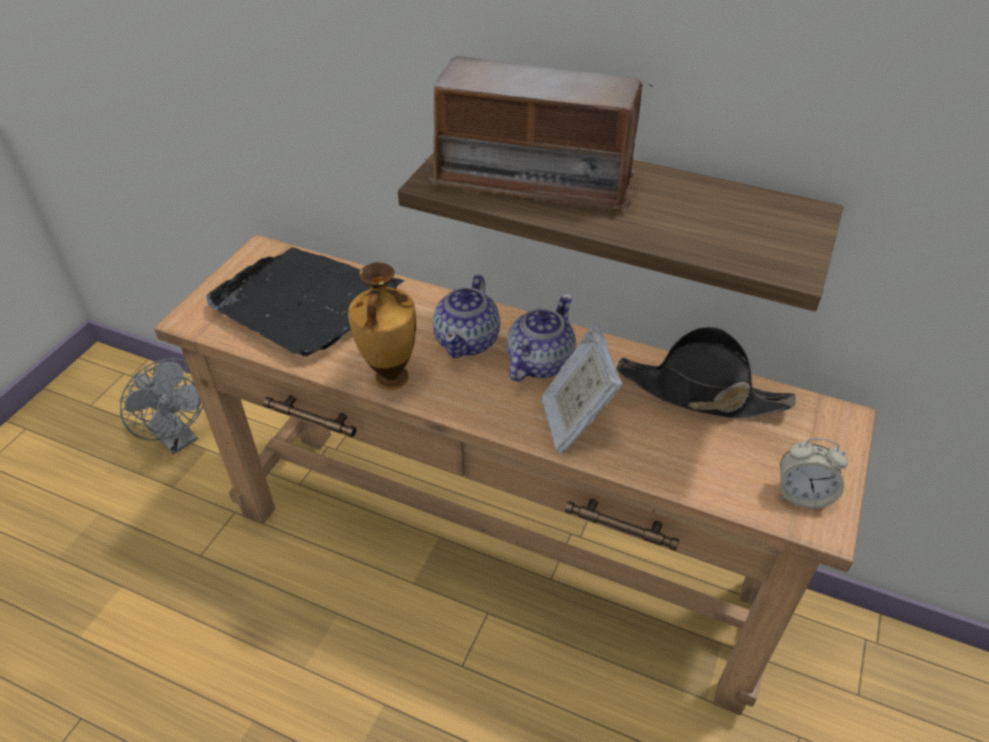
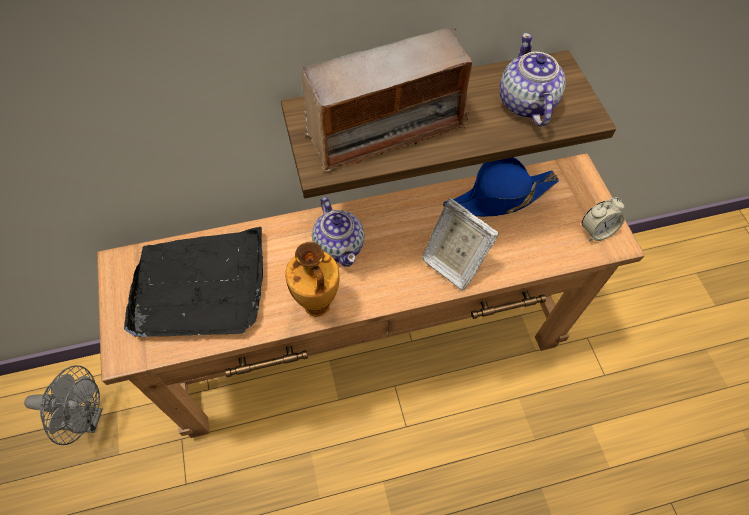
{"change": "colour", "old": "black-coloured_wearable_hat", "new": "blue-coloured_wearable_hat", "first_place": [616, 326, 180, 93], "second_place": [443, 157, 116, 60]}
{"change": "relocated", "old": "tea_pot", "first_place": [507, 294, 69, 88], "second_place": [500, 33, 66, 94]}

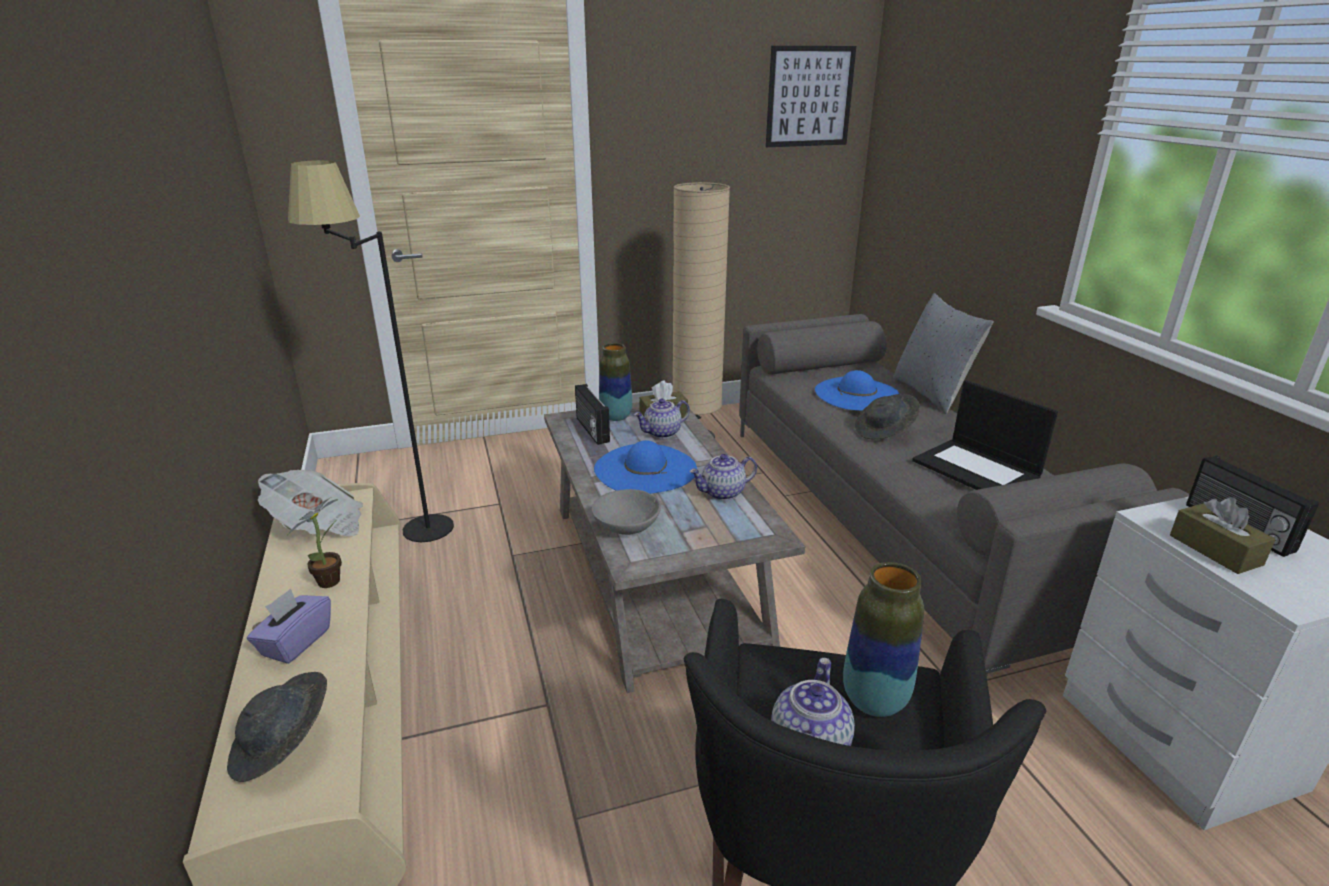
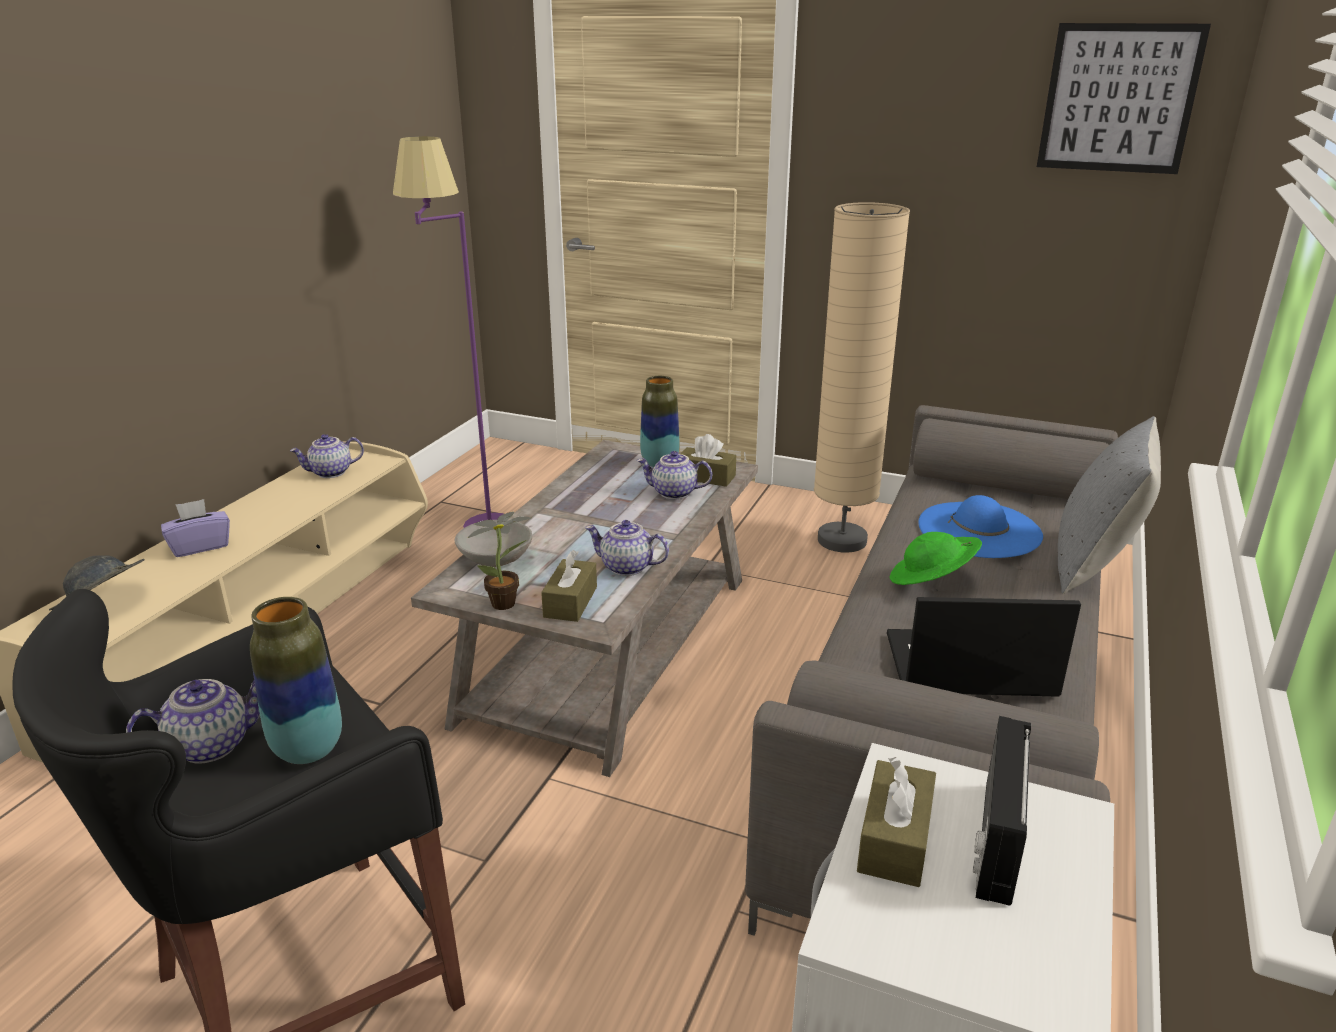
{"change": "exchanged", "old": "daily_paper", "new": "tea_pot", "first_place": [258, 470, 105, 66], "second_place": [290, 434, 74, 44]}
{"change": "colour", "old": "black-coloured_floor_lamp", "new": "purplish_floor_lamp", "first_place": [288, 160, 166, 382], "second_place": [393, 136, 110, 392]}
{"change": "relocated", "old": "houseplant", "first_place": [288, 497, 54, 91], "second_place": [468, 512, 63, 98]}
{"change": "appeared", "new": "brown_box_of_tissues", "second_place": [541, 550, 56, 72]}
{"change": "spun", "old": "notebook_computer", "first_place": [912, 380, 146, 110], "second_place": [887, 597, 194, 100], "degrees": 90}
{"change": "colour", "old": "grey_wearable_hat", "new": "green-coloured_wearable_hat", "first_place": [855, 394, 65, 45], "second_place": [890, 532, 92, 53]}
{"change": "missing", "old": "radio_receiver", "first_place": [575, 384, 35, 61]}
{"change": "missing", "old": "blue-coloured_wearable_hat", "first_place": [594, 440, 103, 54]}

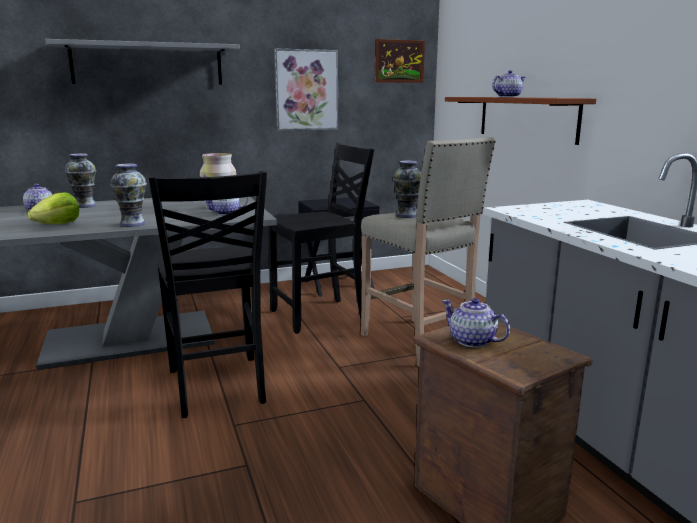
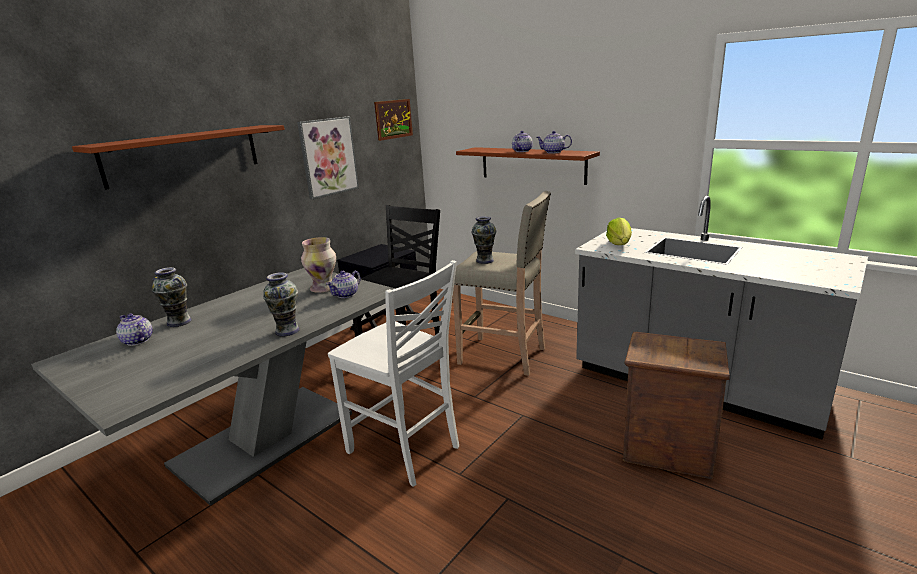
{"change": "colour", "old": "grey_bracket_shelf", "new": "brown_bracket_shelf", "first_place": [45, 39, 195, 46], "second_place": [72, 125, 213, 65]}
{"change": "colour", "old": "black-coloured_plain_chair", "new": "whitish_plain_chair", "first_place": [149, 171, 118, 247], "second_place": [328, 260, 131, 227]}
{"change": "relocated", "old": "tea_pot", "first_place": [442, 298, 68, 49], "second_place": [536, 131, 36, 22]}
{"change": "relocated", "old": "head_of_lettuce", "first_place": [28, 192, 51, 32], "second_place": [606, 218, 26, 27]}

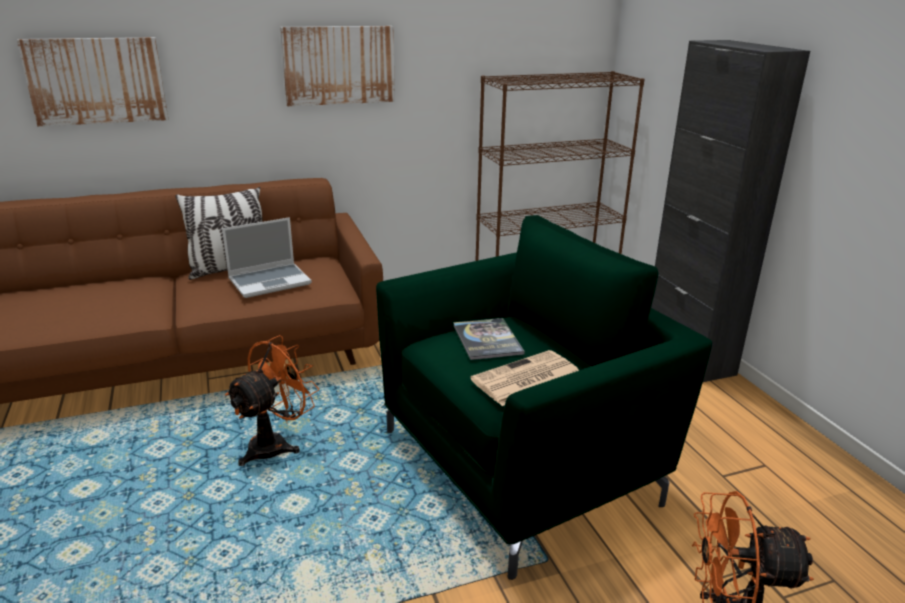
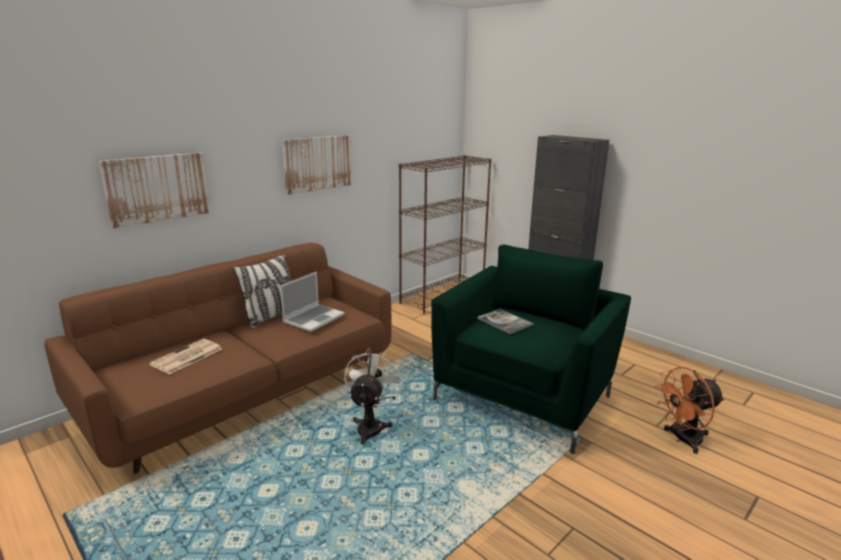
{"change": "relocated", "old": "daily_paper", "first_place": [470, 350, 109, 56], "second_place": [149, 339, 73, 36]}
{"change": "colour", "old": "orange_electric_fan", "new": "whitish_electric_fan", "first_place": [225, 335, 94, 131], "second_place": [344, 348, 60, 97]}

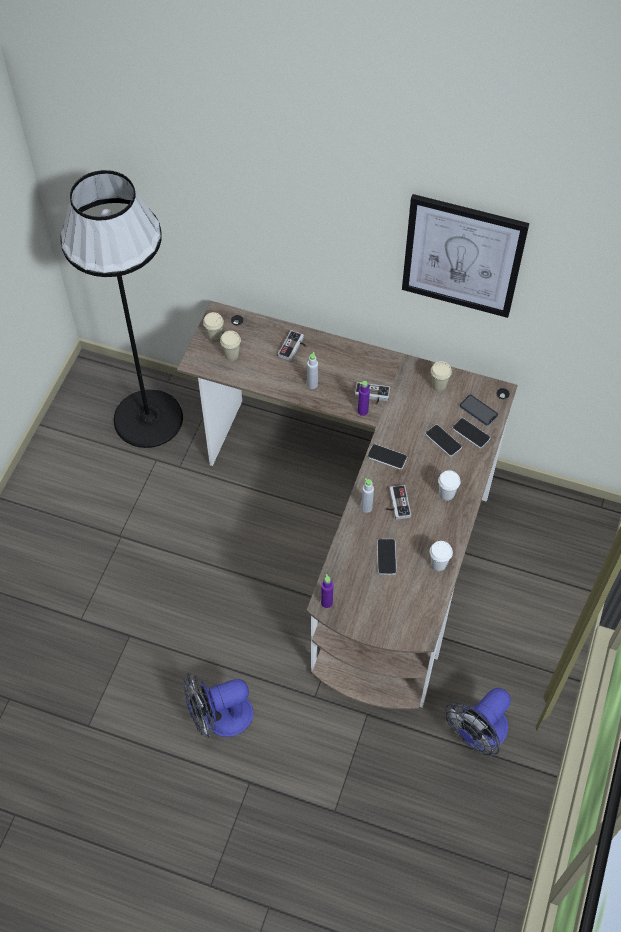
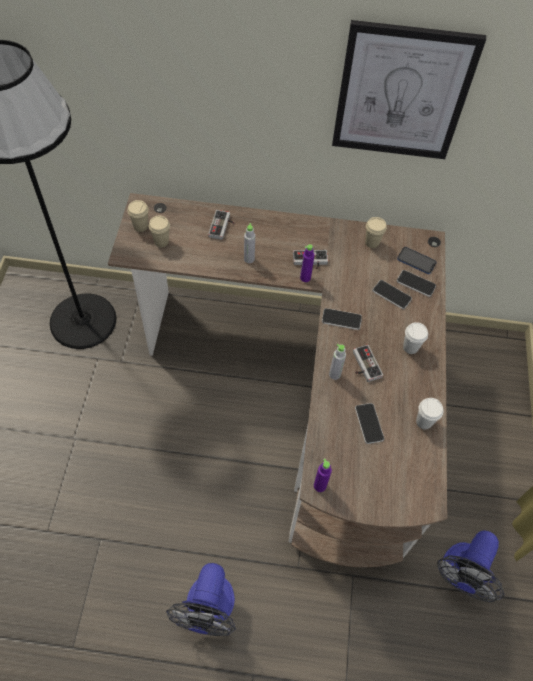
{"change": "spun", "old": "electric_fan", "first_place": [183, 673, 70, 65], "second_place": [166, 563, 70, 73], "degrees": -45}

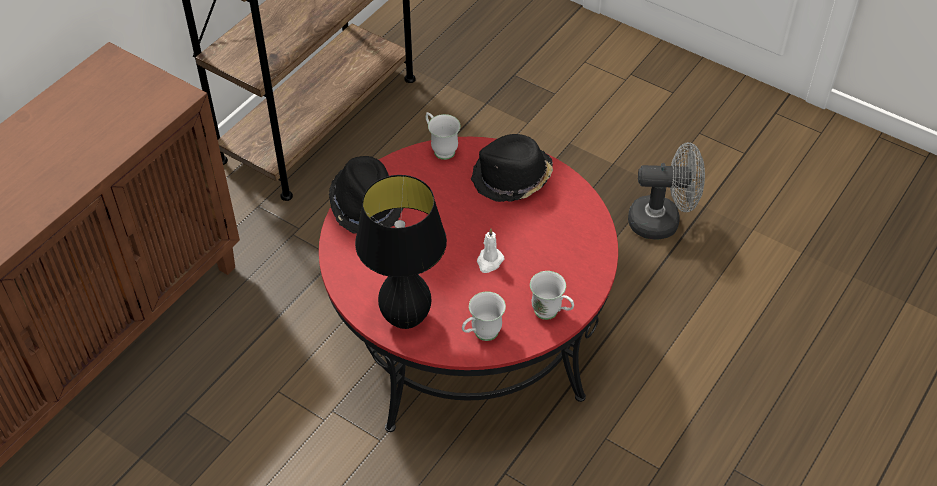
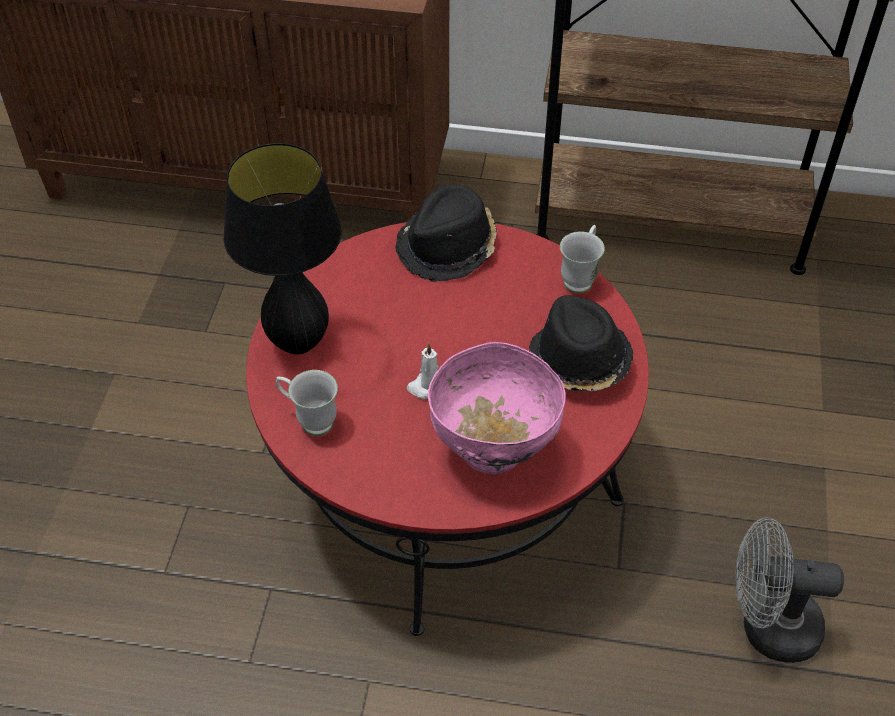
{"change": "appeared", "new": "pink_deep_dish", "second_place": [428, 342, 138, 132]}
{"change": "spun", "old": "grey_electric_fan", "first_place": [628, 142, 77, 98], "second_place": [735, 517, 109, 146], "degrees": 120}
{"change": "missing", "old": "whitish_tea_mug", "first_place": [530, 271, 44, 49]}

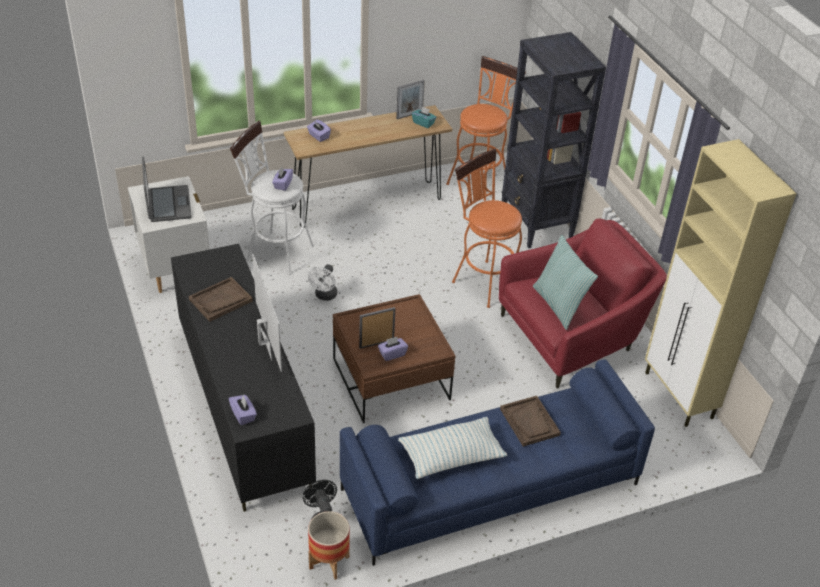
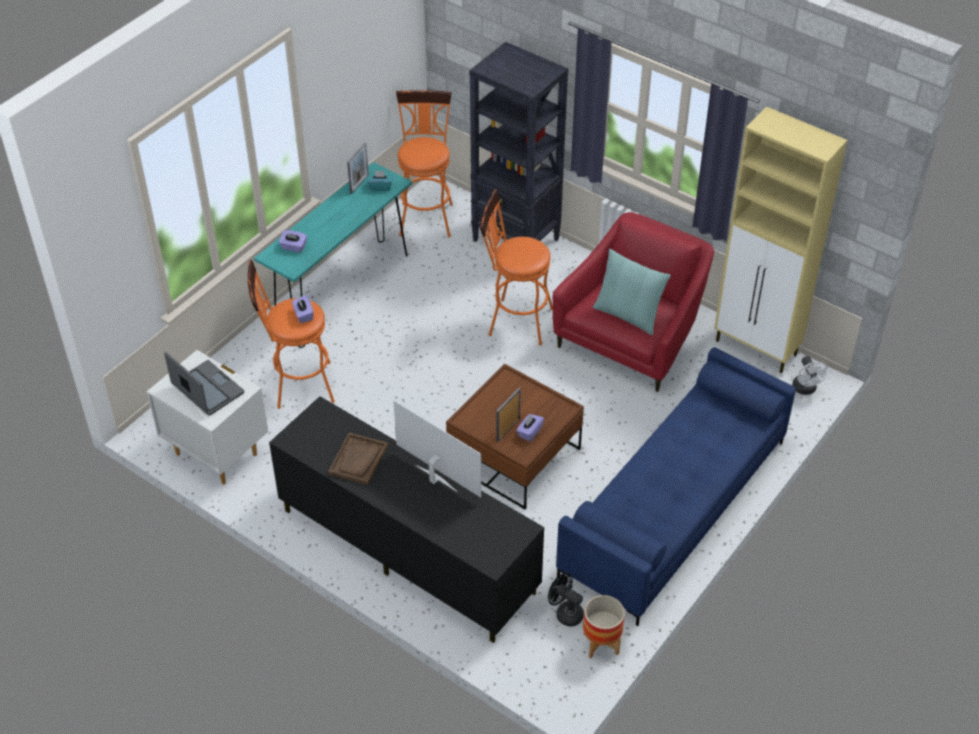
{"change": "colour", "old": "whitish_stool_seat", "new": "orange_stool_seat", "first_place": [230, 120, 84, 155], "second_place": [248, 260, 87, 149]}
{"change": "colour", "old": "brown_narrow_table", "new": "blue-green_narrow_table", "first_place": [284, 105, 168, 123], "second_place": [254, 162, 158, 186]}
{"change": "relocated", "old": "whitish_electric_fan", "first_place": [308, 264, 29, 37], "second_place": [792, 356, 37, 39]}
{"change": "missing", "old": "purplish_box_of_tissues", "first_place": [229, 395, 28, 30]}
{"change": "missing", "old": "throw_pillow", "first_place": [398, 417, 109, 62]}
{"change": "missing", "old": "brown_serving_tray", "first_place": [500, 396, 61, 51]}

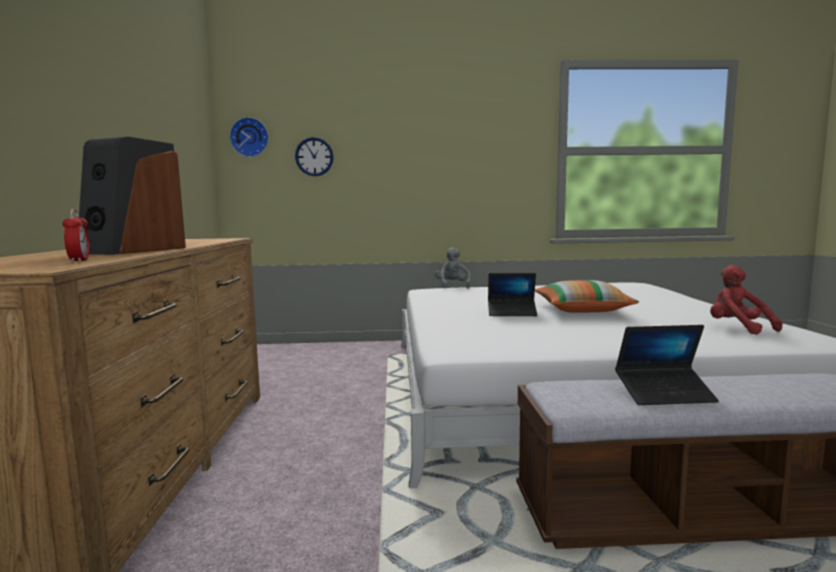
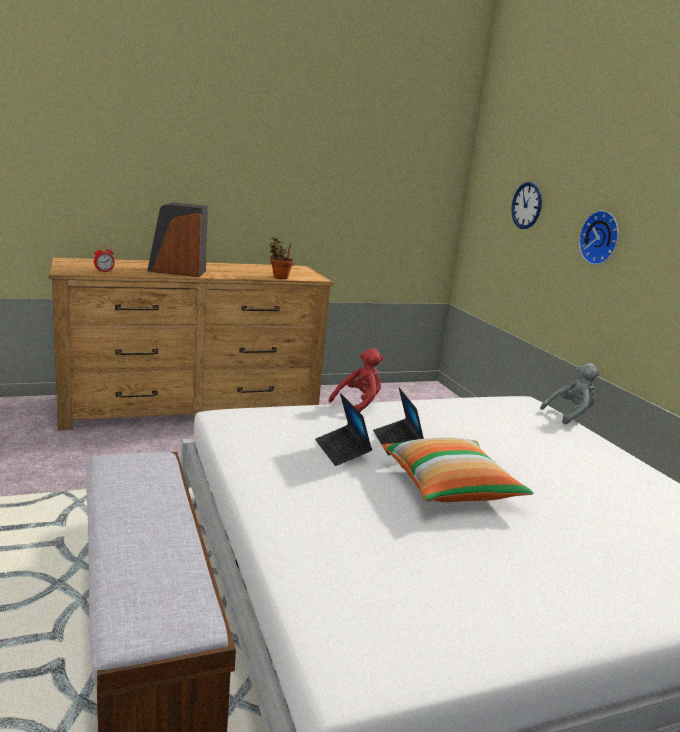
{"change": "appeared", "new": "houseplant", "second_place": [270, 237, 24, 42]}
{"change": "relocated", "old": "notebook_computer", "first_place": [615, 325, 104, 80], "second_place": [315, 393, 57, 73]}
{"change": "relocated", "old": "red_soft_toy", "first_place": [710, 265, 73, 70], "second_place": [329, 348, 54, 64]}
{"change": "relocated", "old": "hanging_clock", "first_place": [229, 117, 40, 40], "second_place": [579, 210, 40, 55]}

